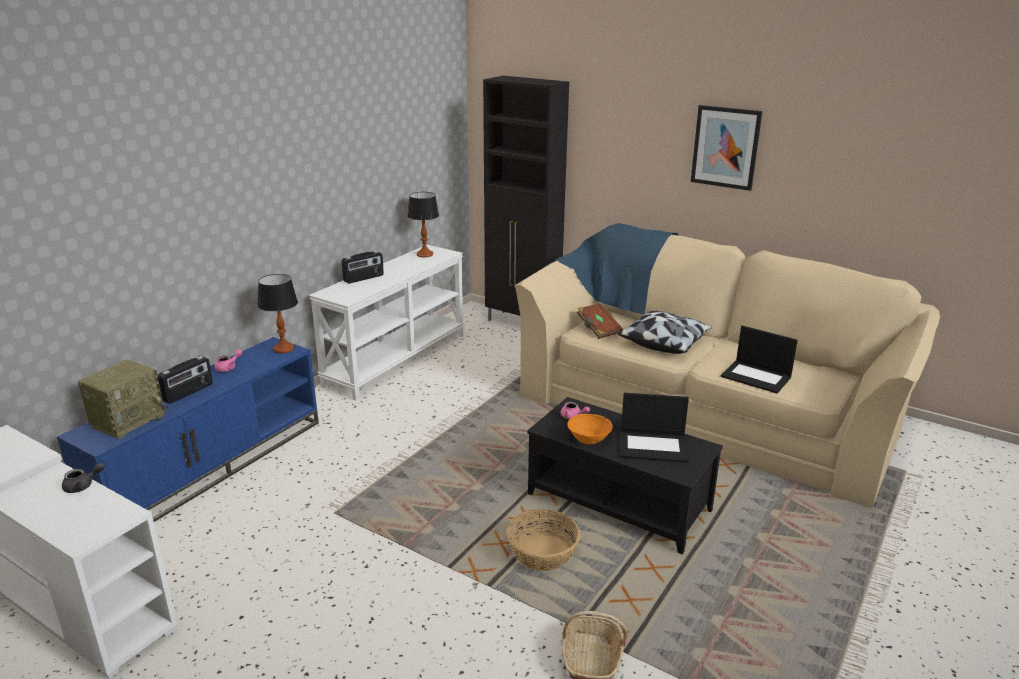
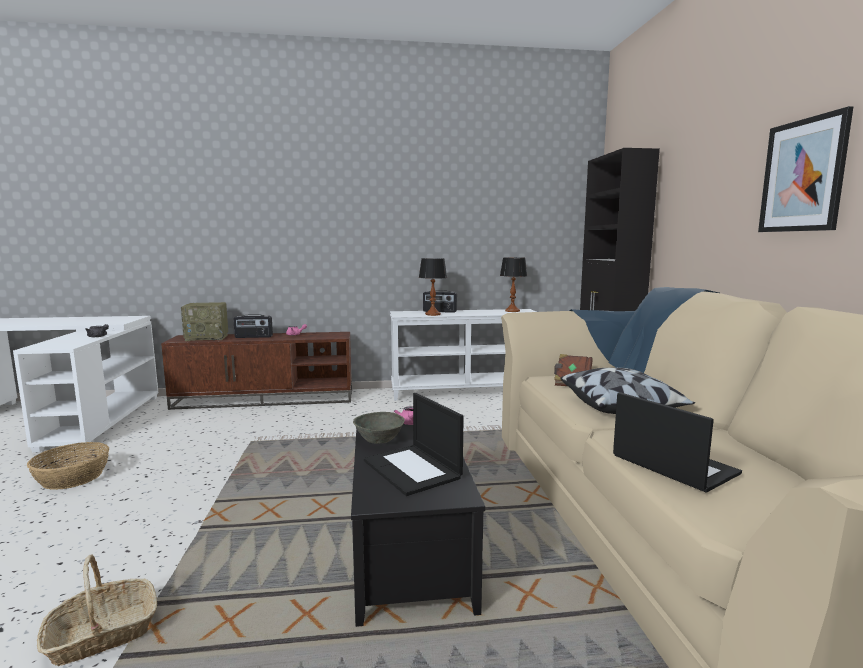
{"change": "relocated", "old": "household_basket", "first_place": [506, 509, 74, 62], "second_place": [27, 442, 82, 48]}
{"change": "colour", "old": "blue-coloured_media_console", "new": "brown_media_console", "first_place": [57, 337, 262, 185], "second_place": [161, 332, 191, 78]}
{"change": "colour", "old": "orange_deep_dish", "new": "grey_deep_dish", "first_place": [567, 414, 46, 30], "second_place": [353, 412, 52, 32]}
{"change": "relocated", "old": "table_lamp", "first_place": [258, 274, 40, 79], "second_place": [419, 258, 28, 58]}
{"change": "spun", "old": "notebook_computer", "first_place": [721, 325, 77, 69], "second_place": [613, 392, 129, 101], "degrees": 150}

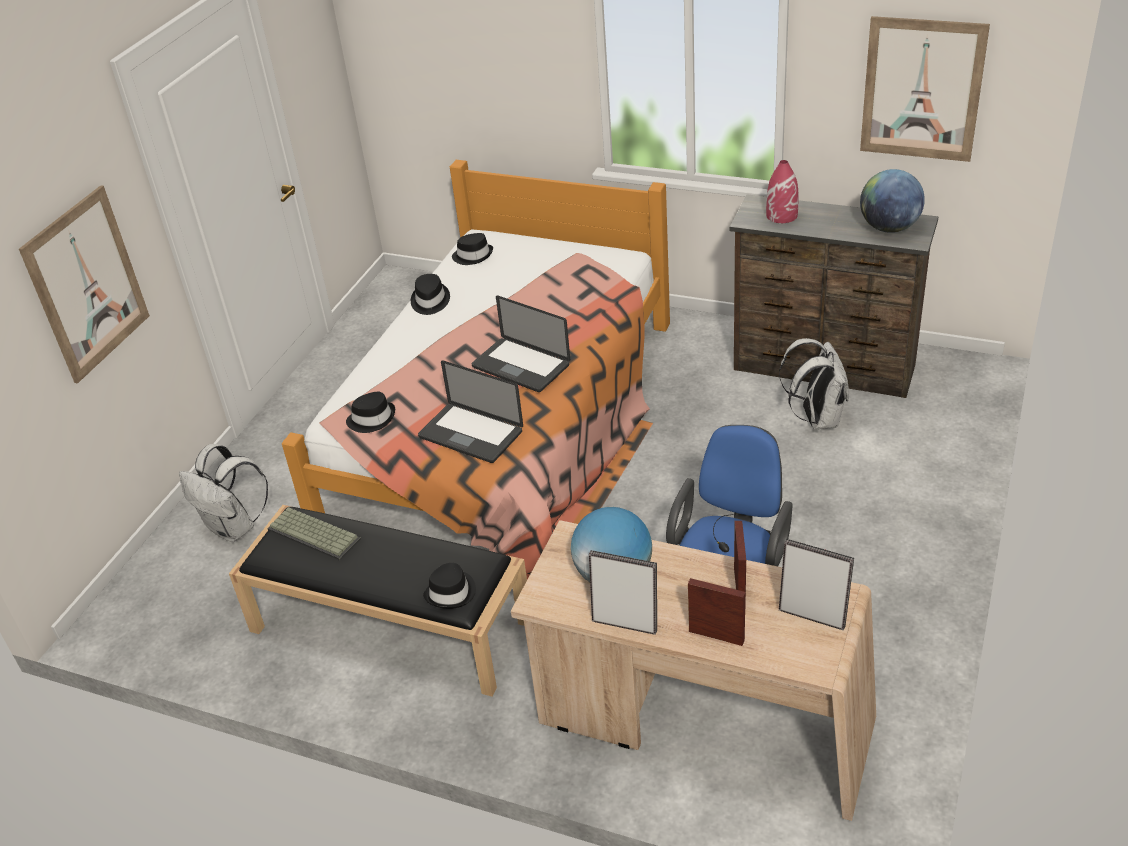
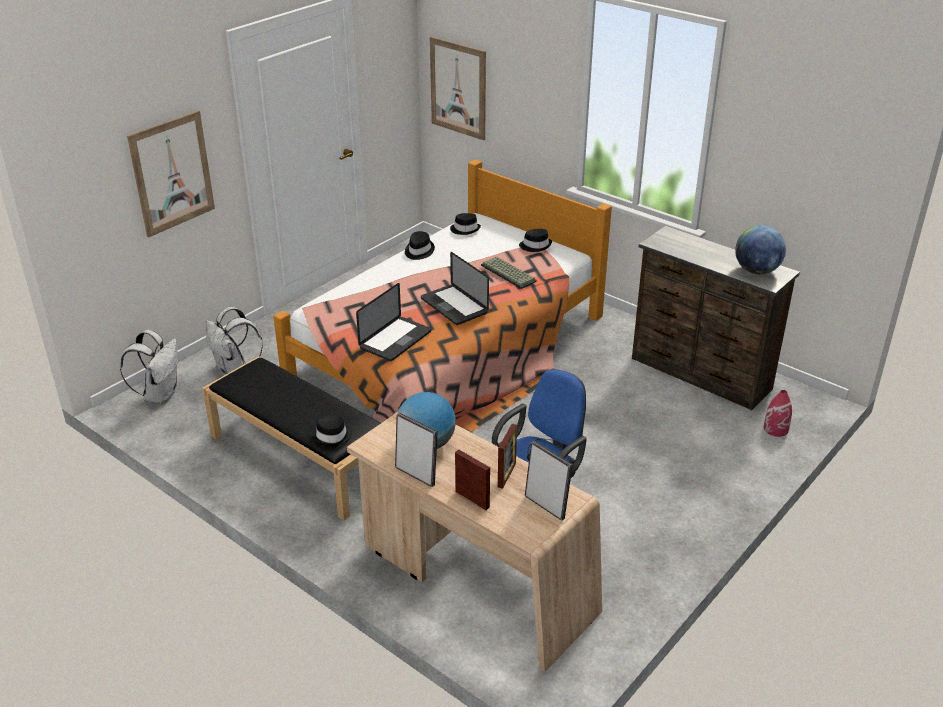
{"change": "relocated", "old": "whitish_backpack", "first_place": [779, 338, 70, 92], "second_place": [120, 330, 59, 74]}
{"change": "spun", "old": "notebook_computer", "first_place": [418, 360, 105, 103], "second_place": [356, 283, 76, 78], "degrees": -105}
{"change": "relocated", "old": "picture", "first_place": [860, 16, 130, 146], "second_place": [430, 37, 56, 103]}
{"change": "relocated", "old": "keyboard", "first_place": [267, 507, 94, 54], "second_place": [481, 256, 56, 33]}
{"change": "relocated", "old": "black-coloured_wearable_hat", "first_place": [346, 392, 49, 41], "second_place": [519, 229, 33, 23]}
{"change": "relocated", "old": "red_decorative_vase", "first_place": [766, 160, 32, 63], "second_place": [764, 390, 28, 47]}

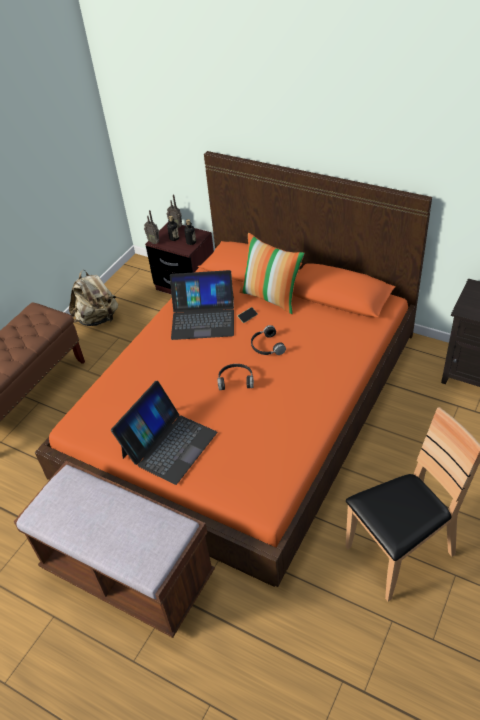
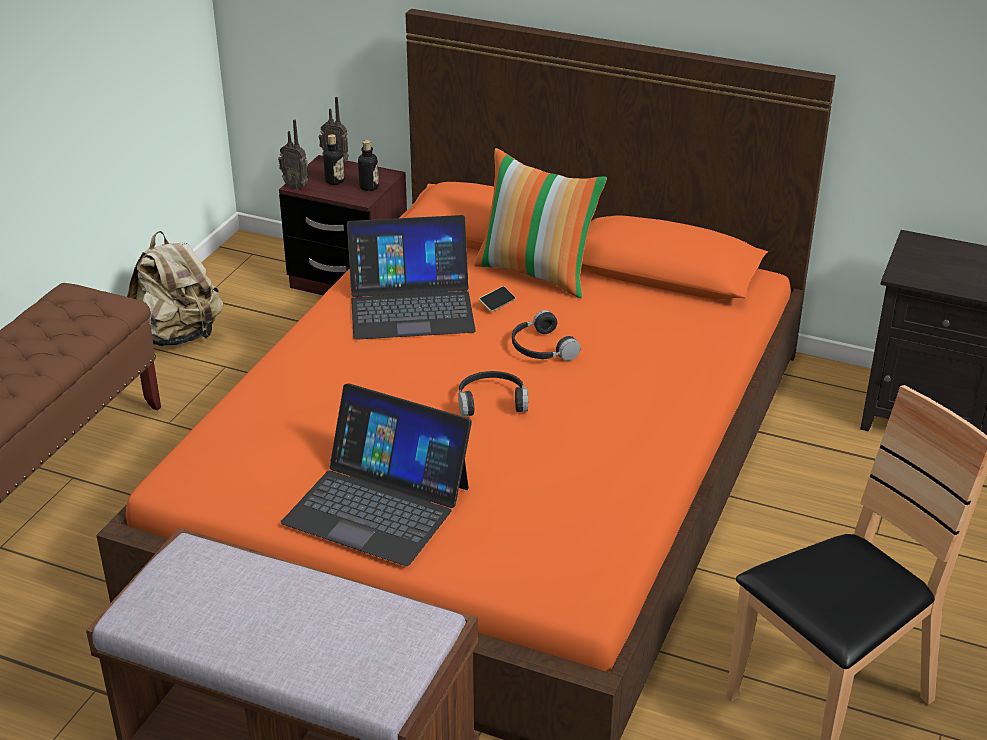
{"change": "spun", "old": "notebook_computer", "first_place": [111, 381, 106, 104], "second_place": [281, 383, 191, 183], "degrees": 90}

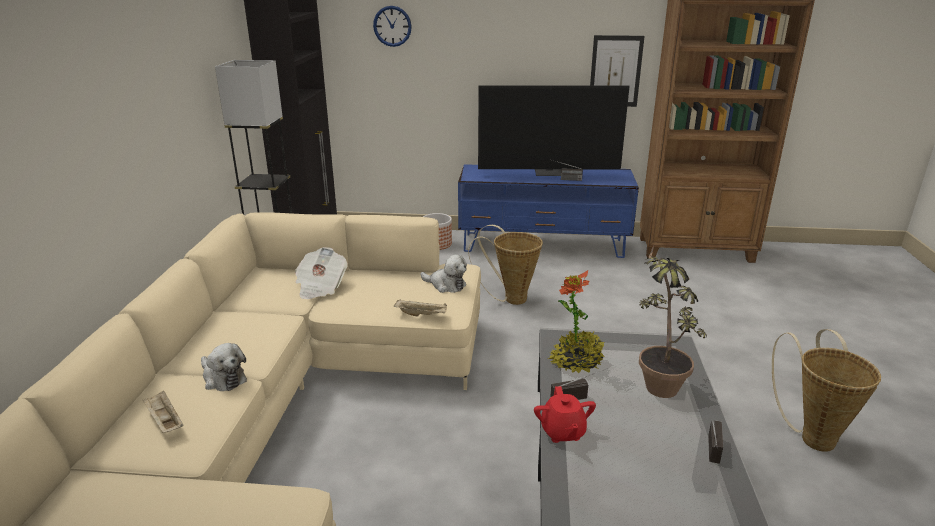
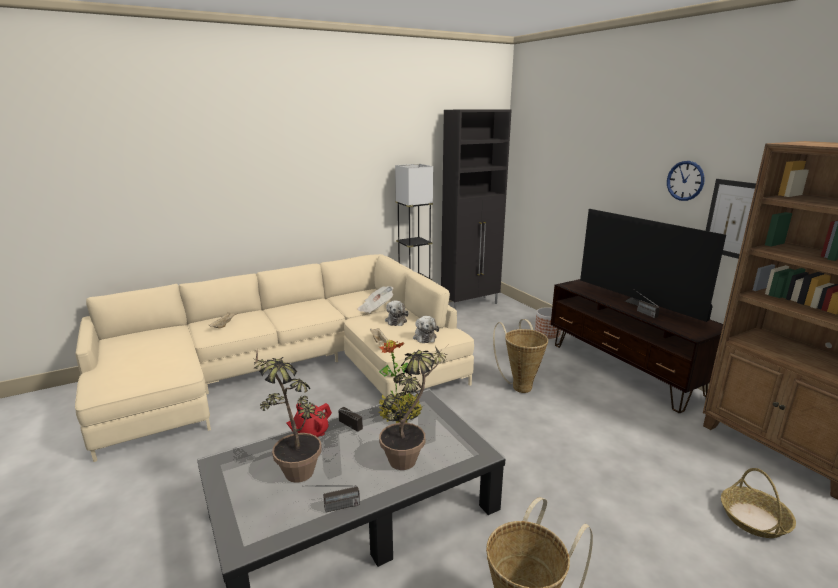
{"change": "appeared", "new": "houseplant", "second_place": [253, 351, 73, 132]}
{"change": "relocated", "old": "soft_toy", "first_place": [201, 343, 46, 48], "second_place": [385, 300, 24, 26]}
{"change": "colour", "old": "blue-coloured_media_console", "new": "brown_media_console", "first_place": [458, 164, 181, 94], "second_place": [551, 279, 172, 134]}
{"change": "relocated", "old": "hanging_clock", "first_place": [373, 6, 39, 41], "second_place": [667, 161, 38, 40]}
{"change": "appeared", "new": "household_basket", "second_place": [721, 468, 75, 70]}

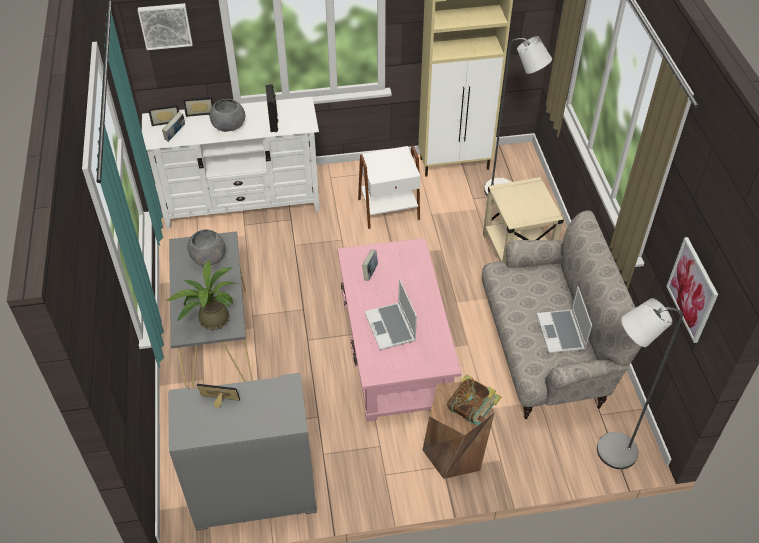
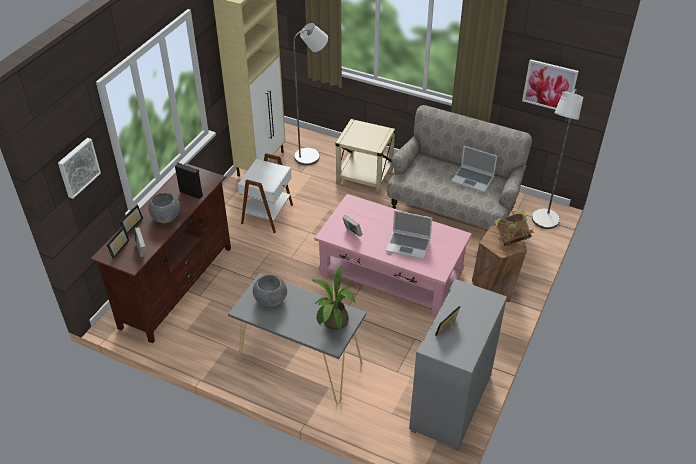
{"change": "colour", "old": "whitish_media_console", "new": "brown_media_console", "first_place": [142, 97, 178, 132], "second_place": [90, 163, 141, 181]}

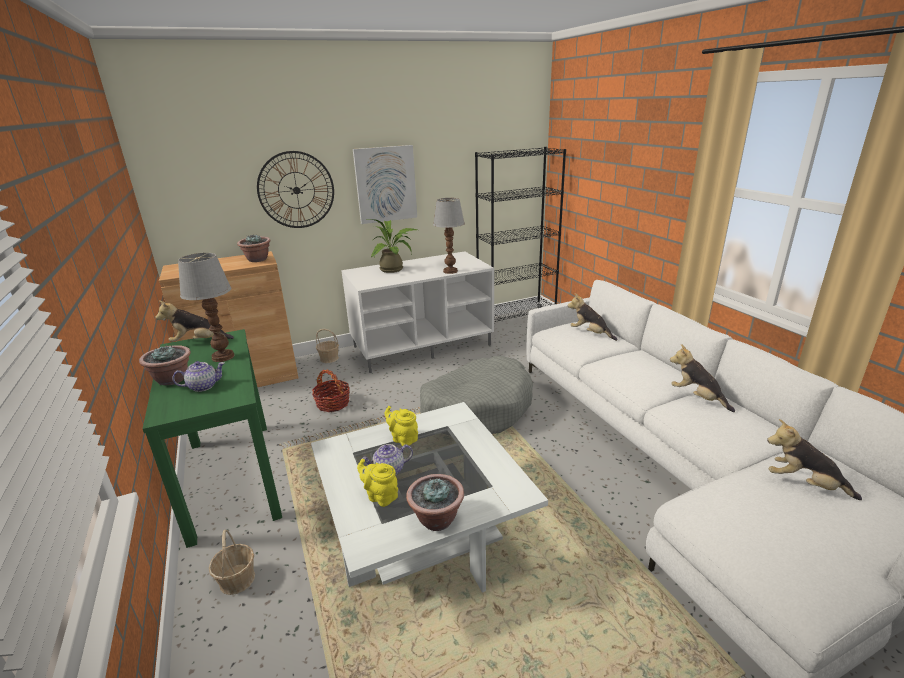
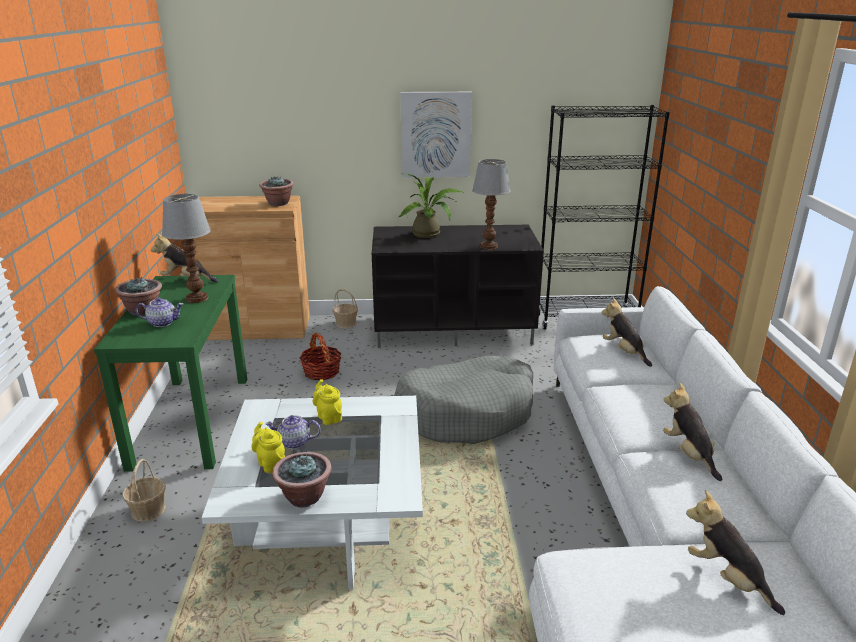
{"change": "colour", "old": "whitish_media_console", "new": "black-coloured_media_console", "first_place": [341, 251, 153, 122], "second_place": [372, 225, 172, 123]}
{"change": "missing", "old": "hanging_clock", "first_place": [257, 151, 77, 77]}

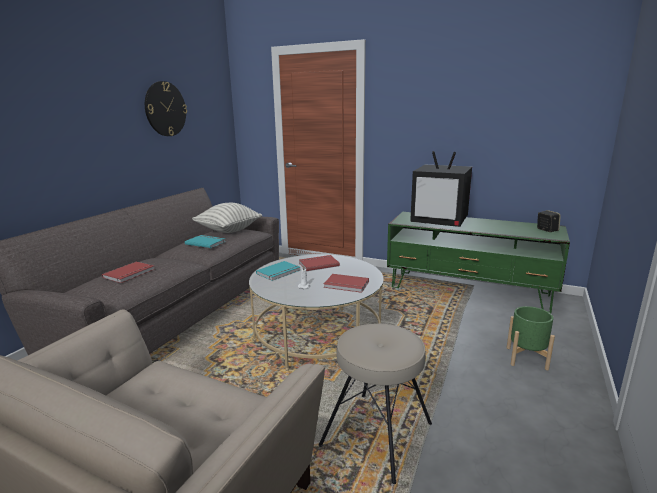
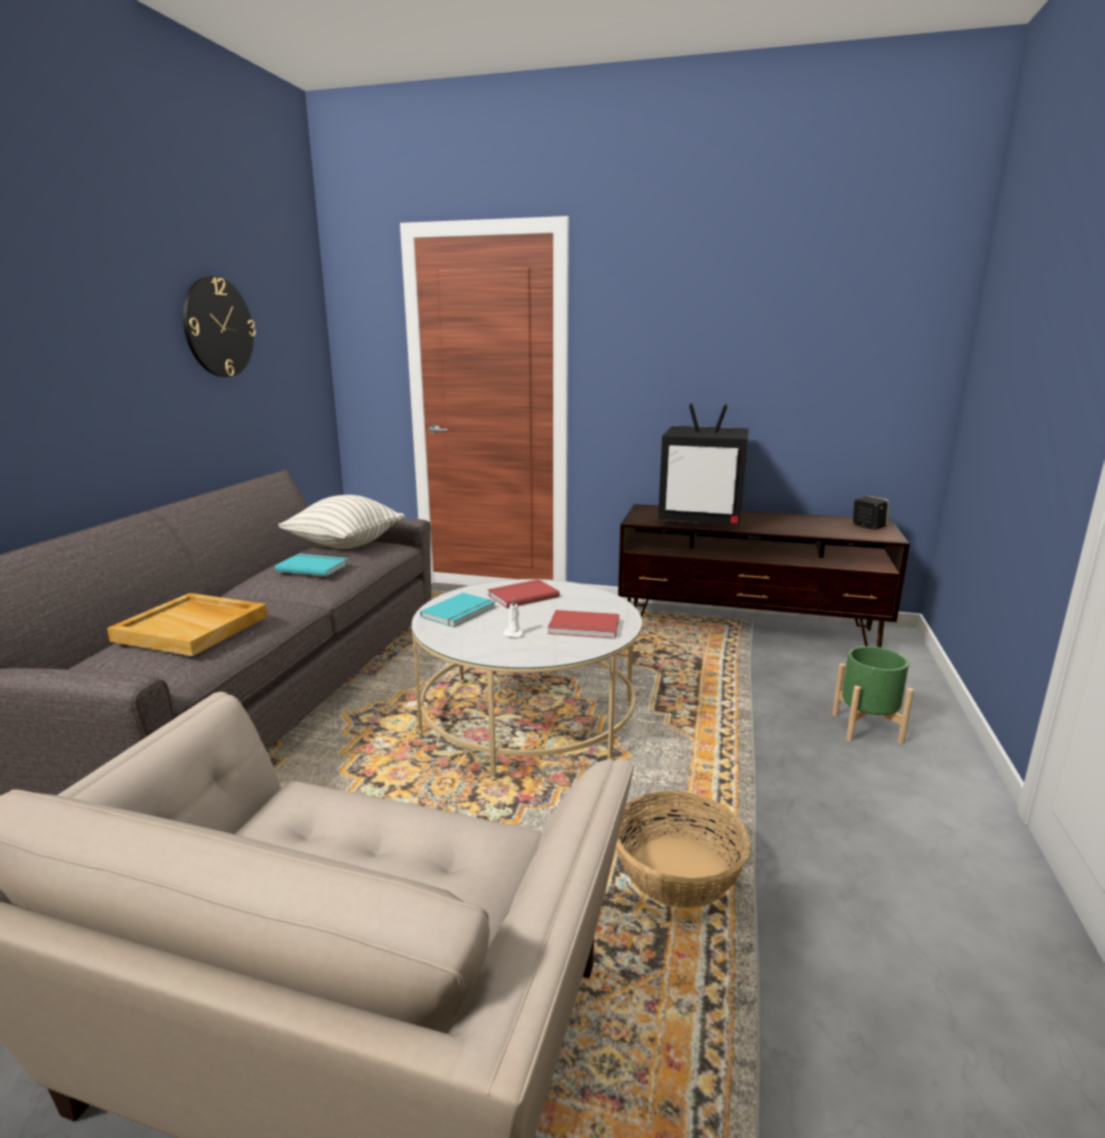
{"change": "exchanged", "old": "red_volume", "new": "beige_serving_tray", "first_place": [102, 262, 53, 21], "second_place": [107, 593, 161, 63]}
{"change": "exchanged", "old": "beige_stool_seat", "new": "household_basket", "first_place": [318, 324, 114, 160], "second_place": [616, 791, 135, 117]}
{"change": "colour", "old": "green-coloured_media_console", "new": "brown_media_console", "first_place": [387, 212, 183, 101], "second_place": [618, 504, 292, 144]}

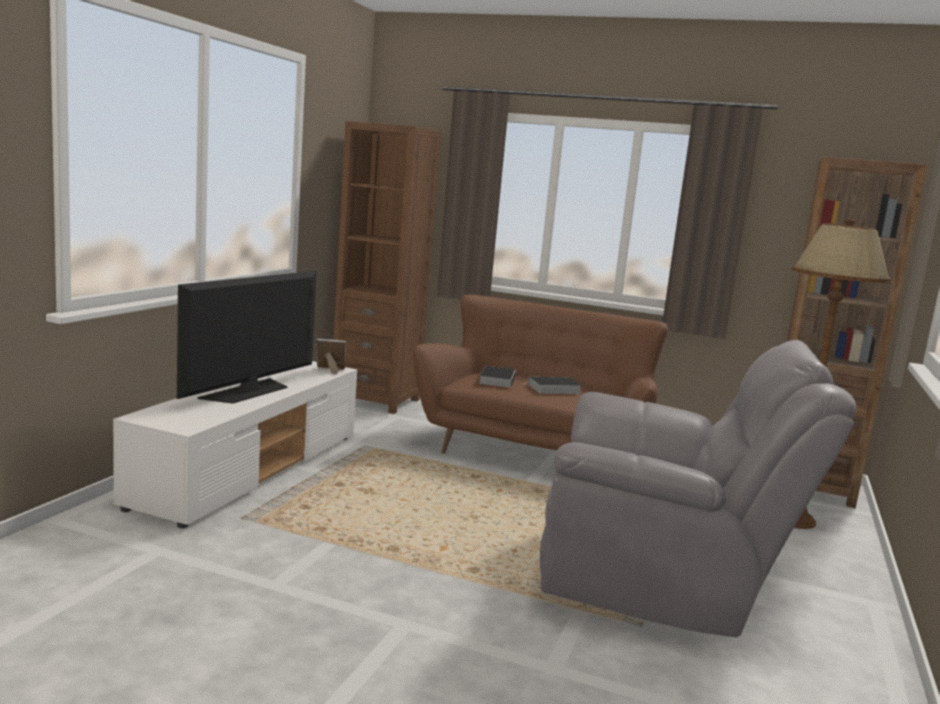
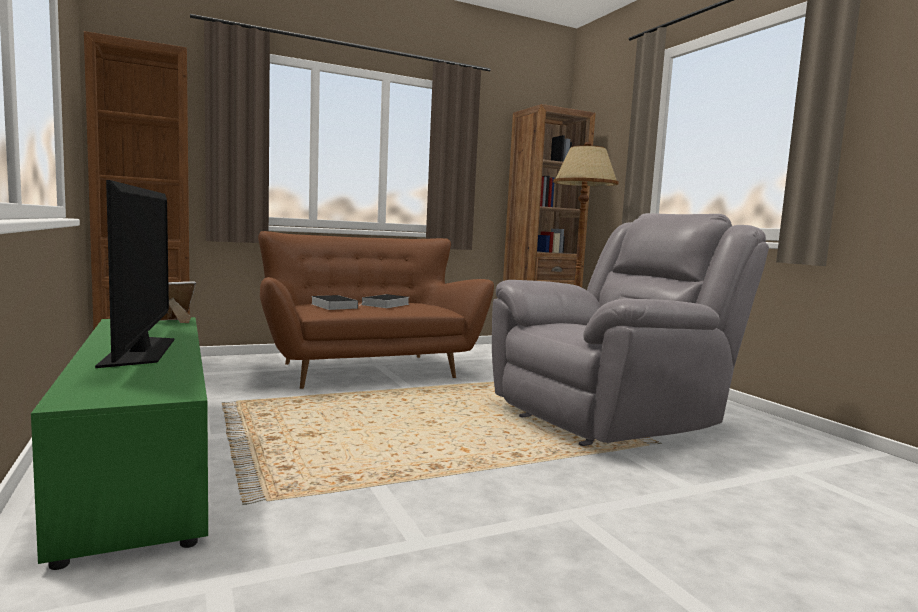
{"change": "colour", "old": "whitish_media_console", "new": "green-coloured_media_console", "first_place": [113, 361, 244, 167], "second_place": [31, 317, 177, 253]}

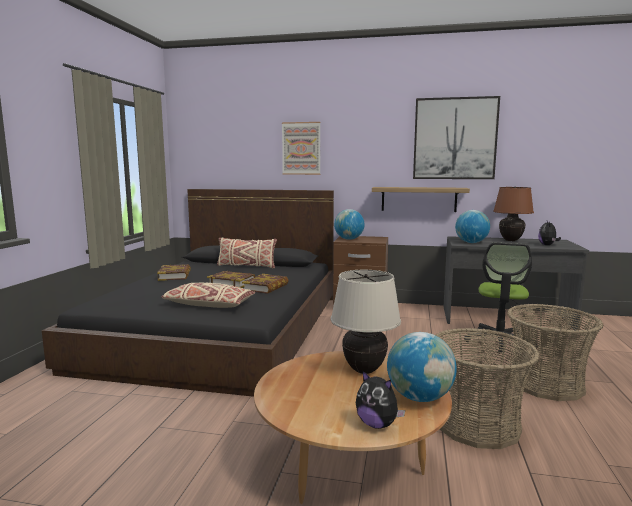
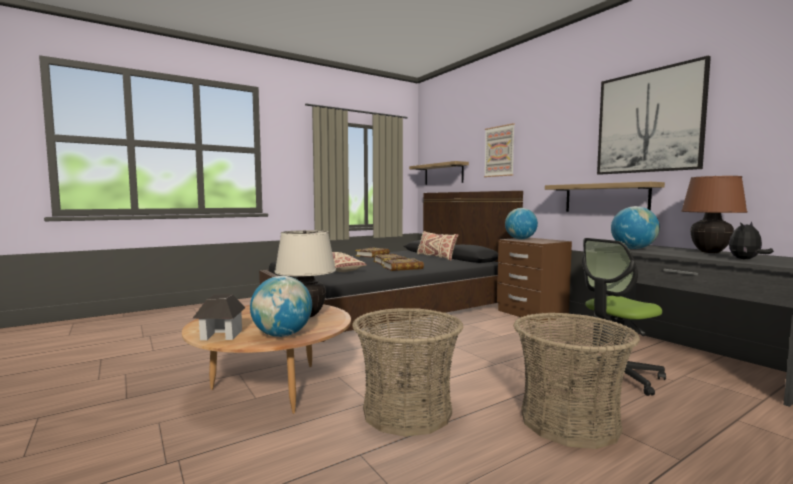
{"change": "exchanged", "old": "soft_toy", "new": "model_house", "first_place": [356, 371, 49, 58], "second_place": [192, 294, 53, 46]}
{"change": "appeared", "new": "bracket_shelf", "second_place": [409, 161, 60, 24]}

